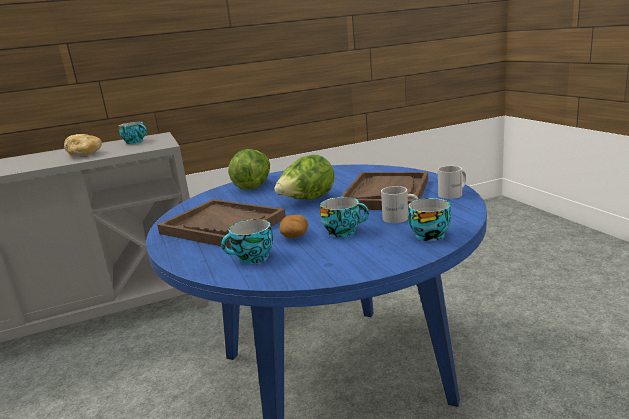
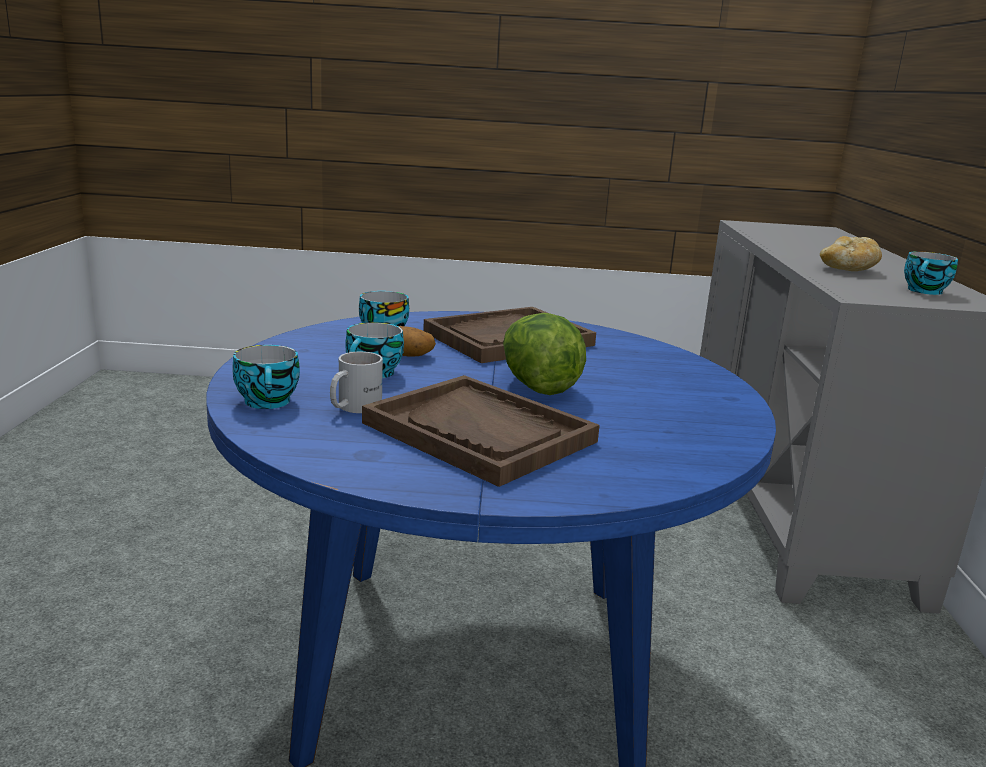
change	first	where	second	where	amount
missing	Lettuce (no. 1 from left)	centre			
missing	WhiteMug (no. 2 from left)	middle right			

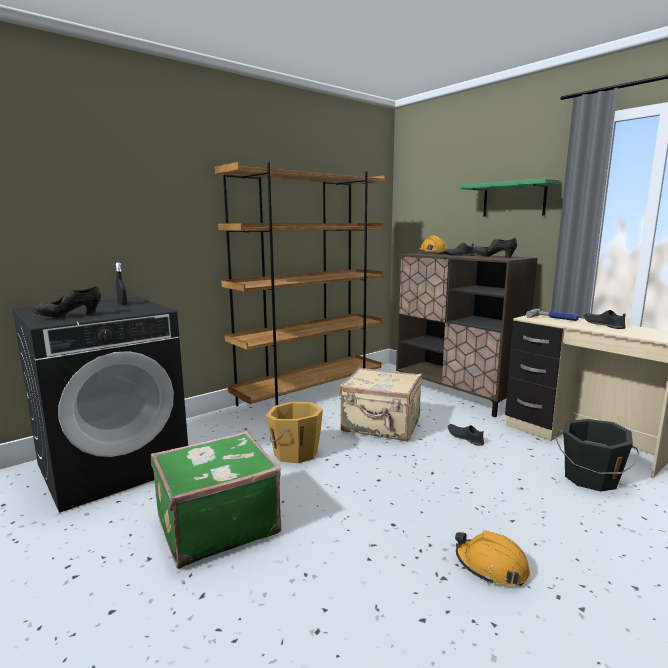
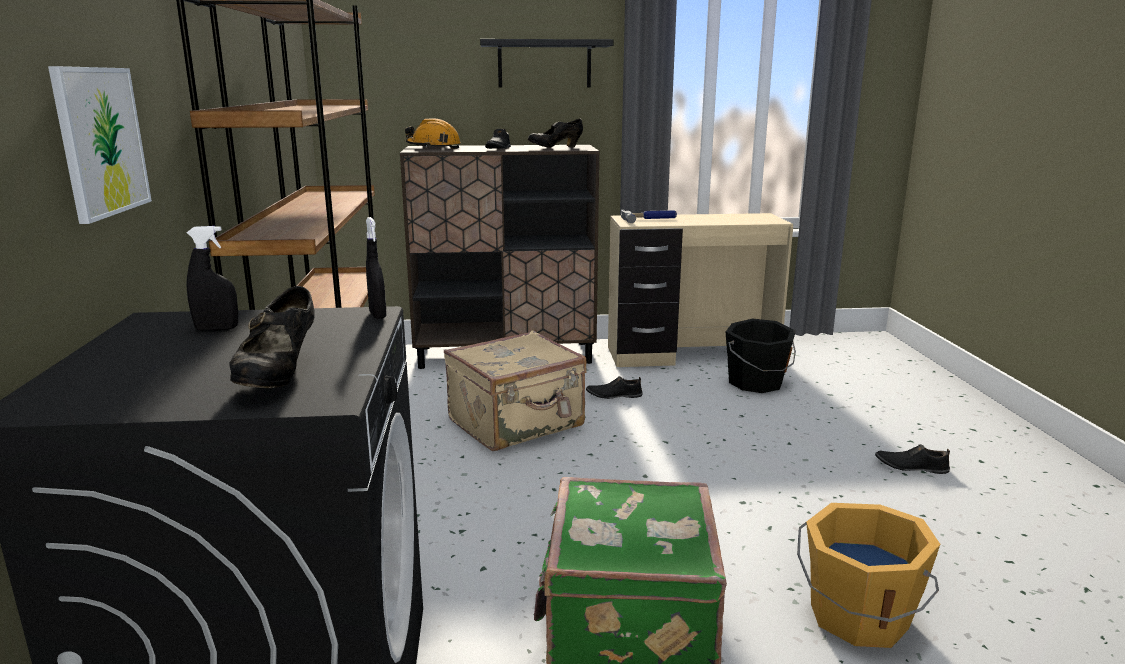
change	first	where	second	where	amount
appeared			Picture	top left	
appeared			BlackSprayBottle (no. 2 from left)	centre	
colour	GreenShelf	top right	BlackShelf	top centre	
relocated	OrangeBucket	centre		bottom right	
relocated	BlackShoe (no. 5 from left)	middle right		bottom right	
missing	OrangeHardHat (no. 2 from left)	bottom right			

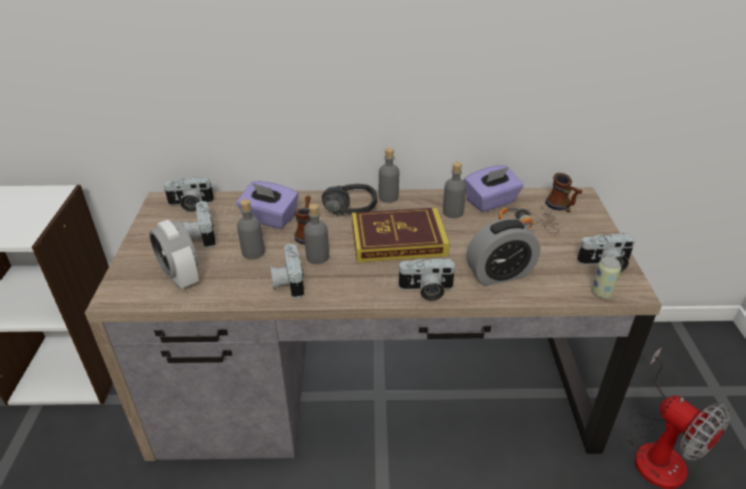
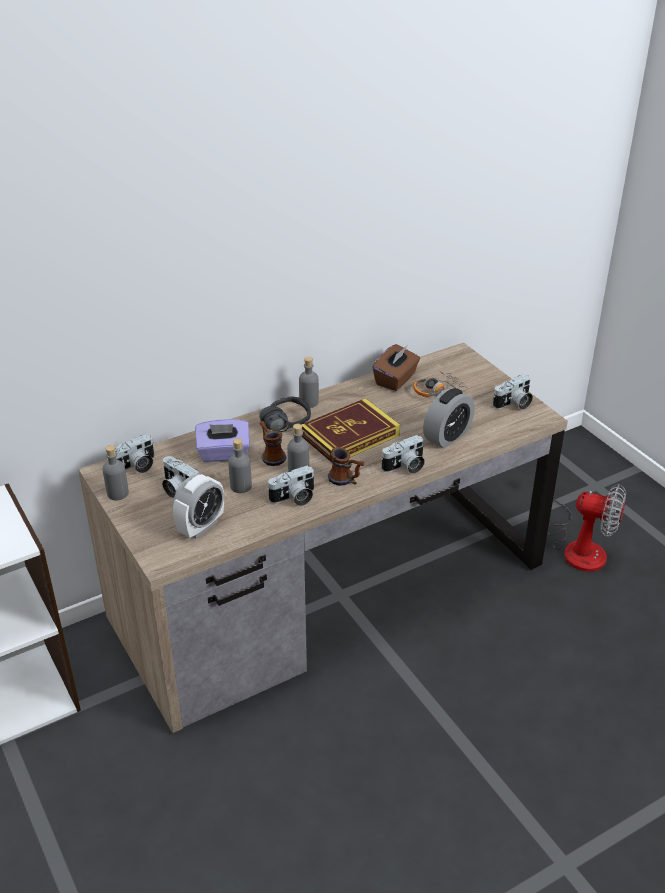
change	first	where	second	where	amount
relocated	GreyBottle (no. 4 from left in the first image)	centre	GreyBottle (no. 1 from left)	middle left	
spun	AlarmClock (no. 1 from left)	middle left		middle left	75 degrees counterclockwise
spun	PhotoCamera (no. 3 from left)	centre		centre	75 degrees counterclockwise
relocated	Mug (no. 2 from left)	middle right		centre	
colour	PurpleTissueBox (no. 2 from left)	centre	BrownTissueBox	centre	
missing	Can	middle right			

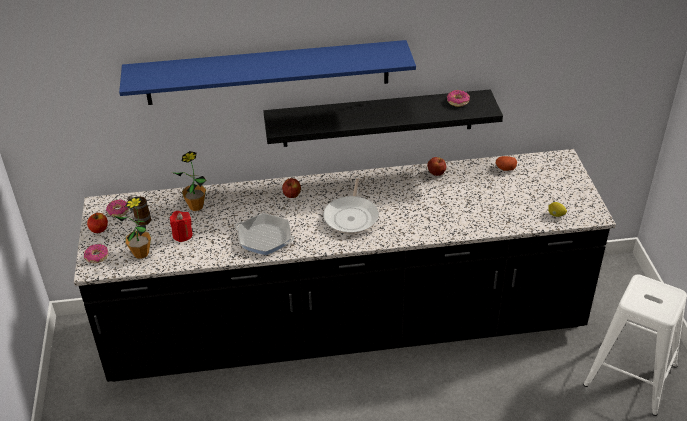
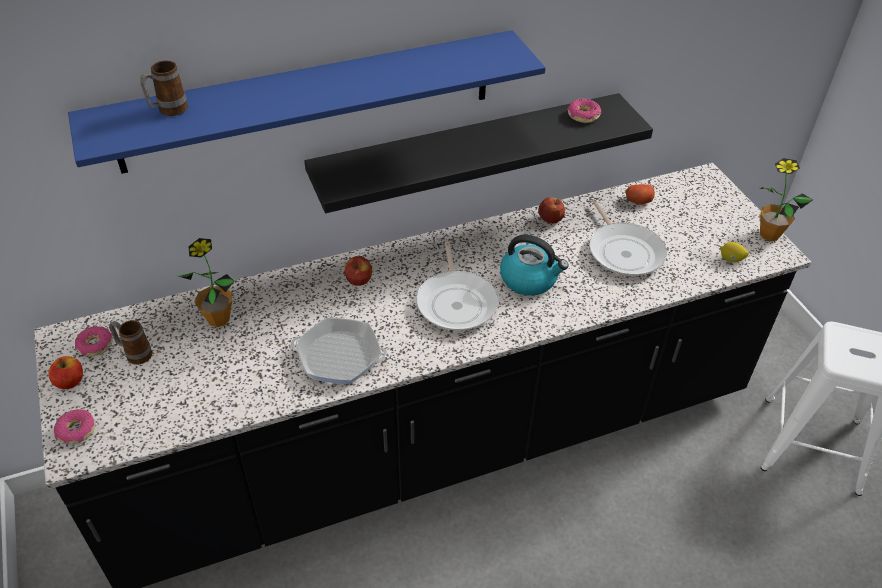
change	first	where	second	where	amount
appeared			Mug (no. 2 from left)	top left	
appeared			Kettle	centre	
appeared			FryingPan (no. 3 from left)	middle right	
relocated	PottedPlant (no. 1 from left in the first image)	middle left	PottedPlant (no. 2 from left)	middle right	
missing	RedCandle	middle left			

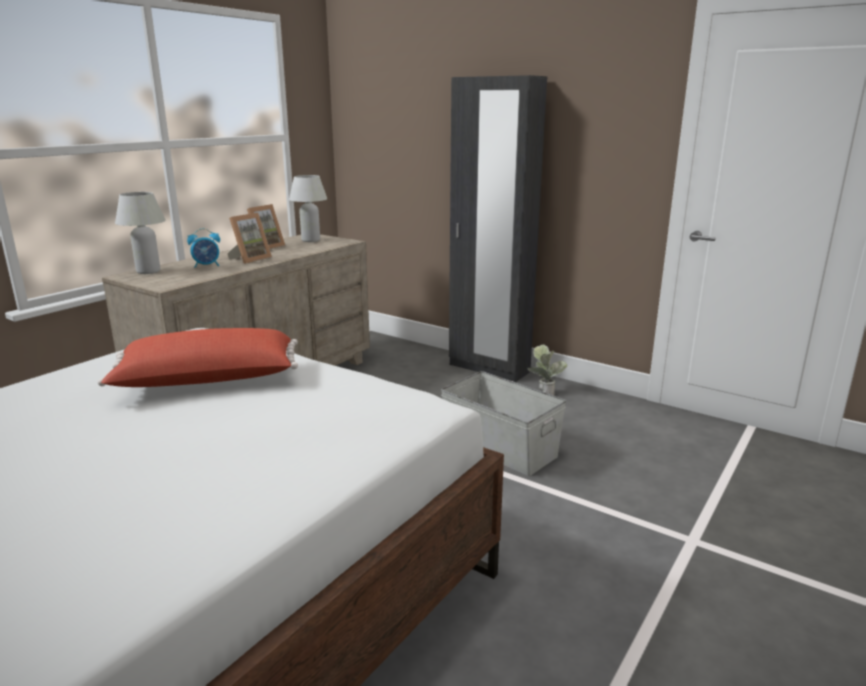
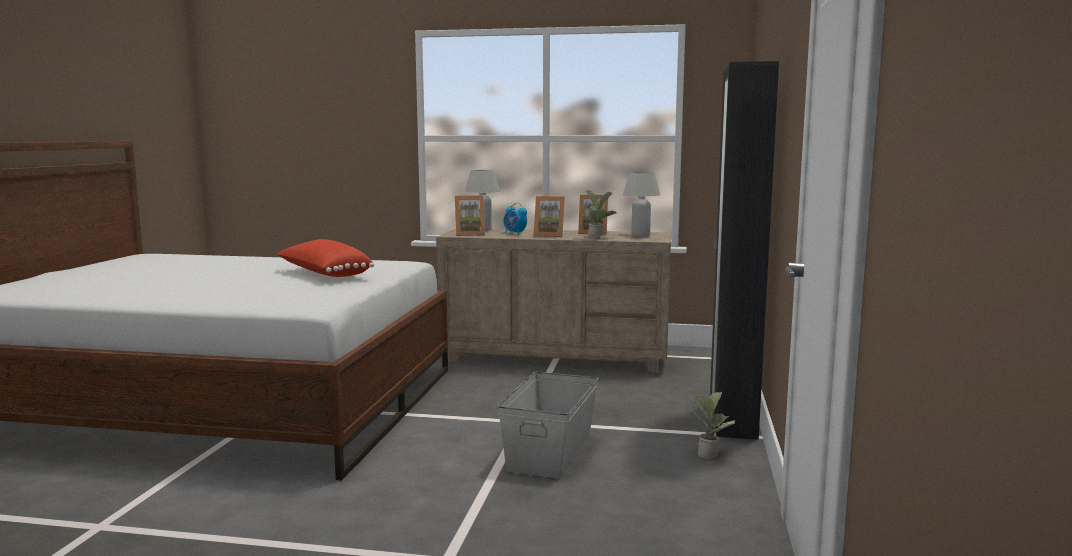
change	first	where	second	where	amount
appeared			PictureFrame (no. 1 from left)	centre	
appeared			PottedPlant (no. 1 from left)	centre	

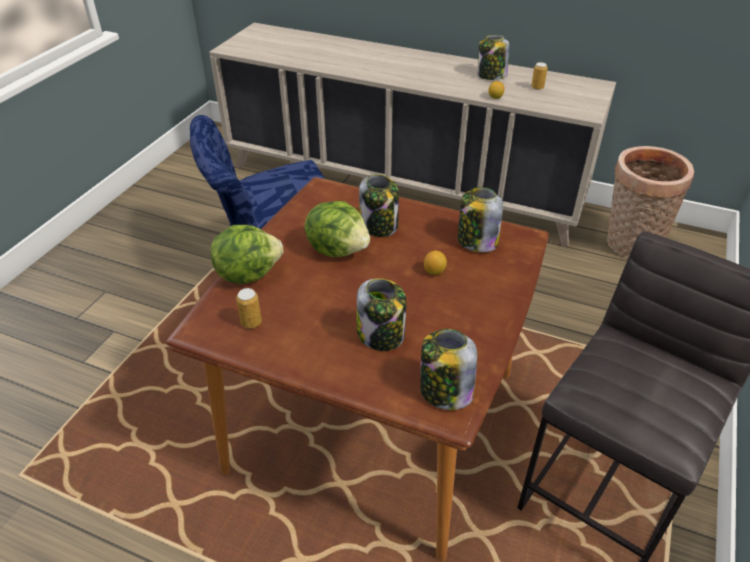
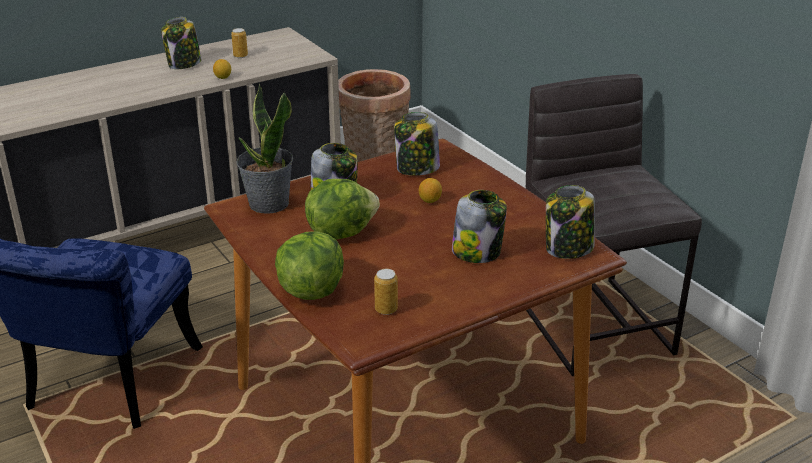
change	first	where	second	where	amount
appeared			PottedPlant	top left	

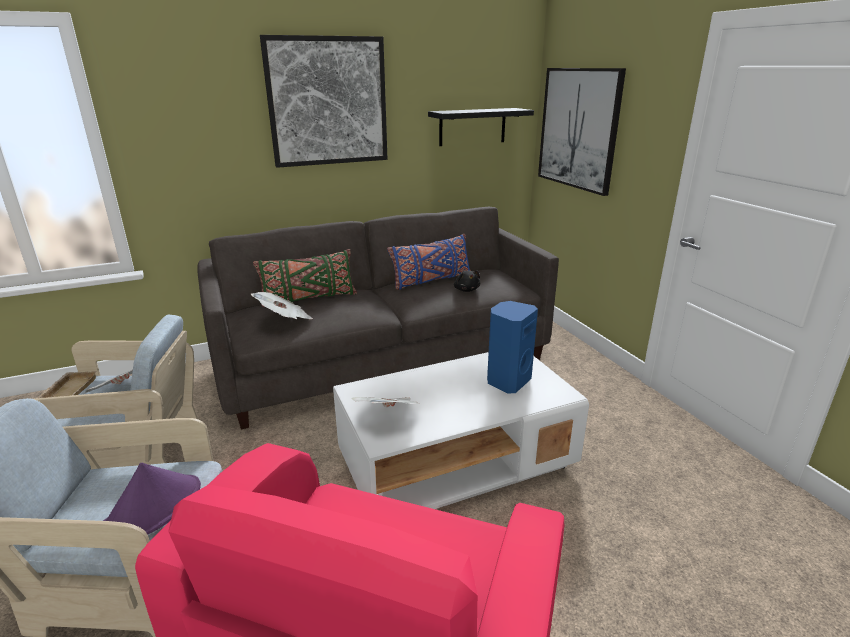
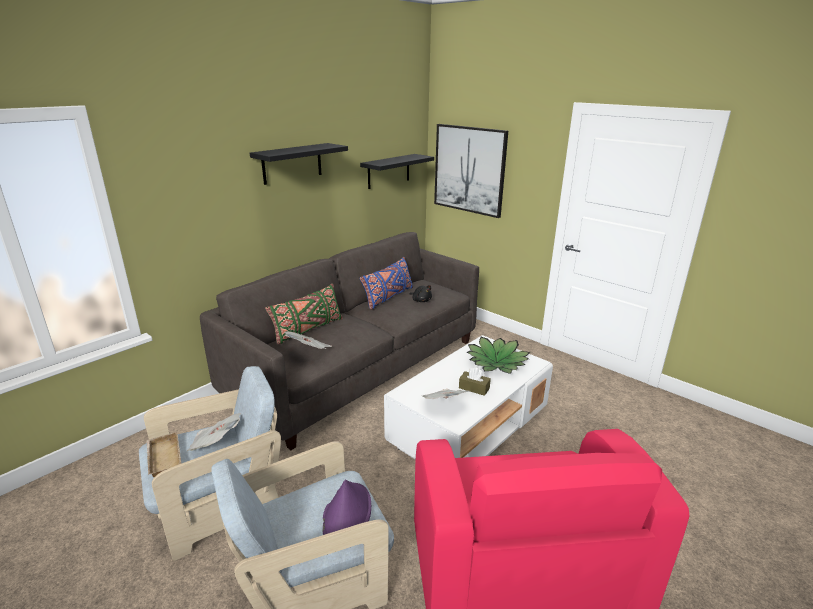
change	first	where	second	where	amount
exchanged	Picture (no. 1 from left)	top centre	BlackShelf (no. 1 from left)	top centre	
appeared			BrownTissueBox	centre	
exchanged	BlueSpeaker	centre	PottedPlant	centre	

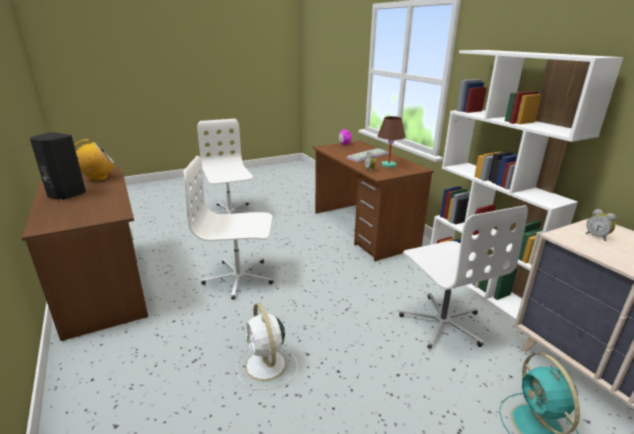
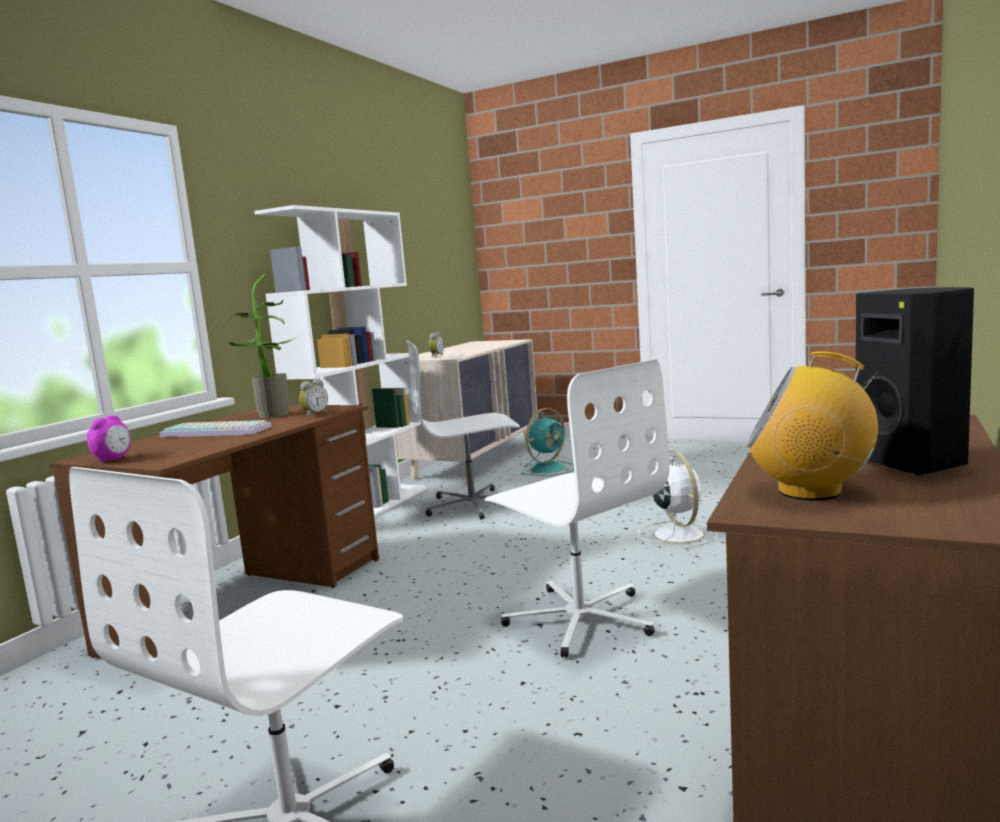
change	first	where	second	where	amount
exchanged	BrownTableLamp	top centre	PottedPlant	middle left	
spun	WhiteOfficeChair (no. 3 from left in the first image)	middle right	WhiteOfficeChair (no. 2 from left)	centre	135 degrees counterclockwise
spun	WhiteFan	bottom centre		middle right	45 degrees counterclockwise

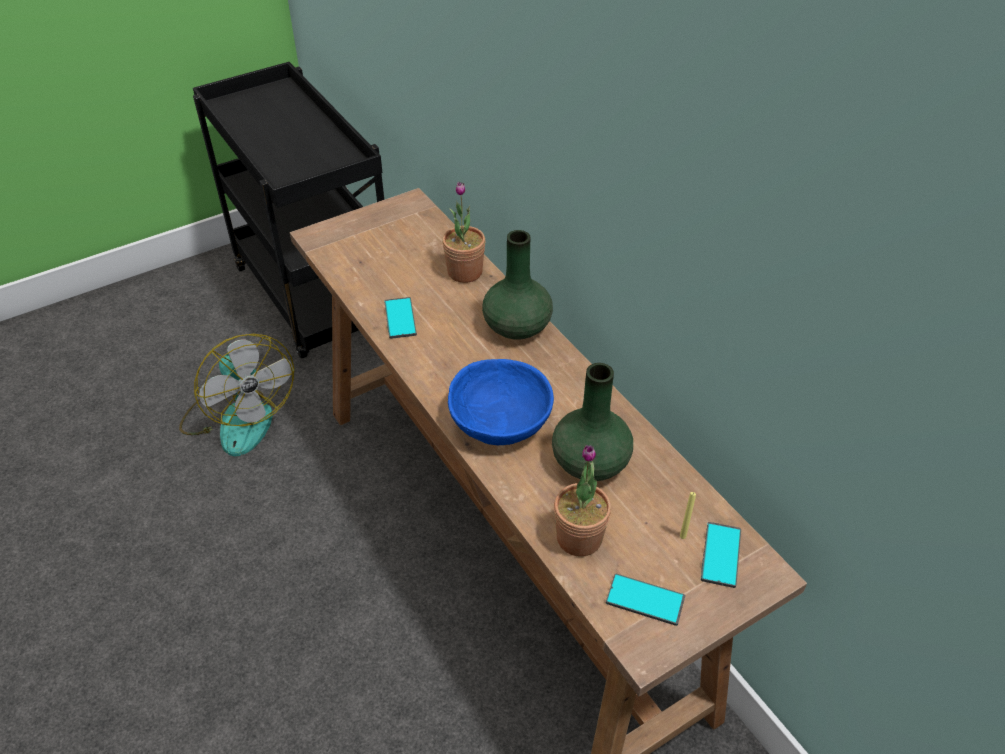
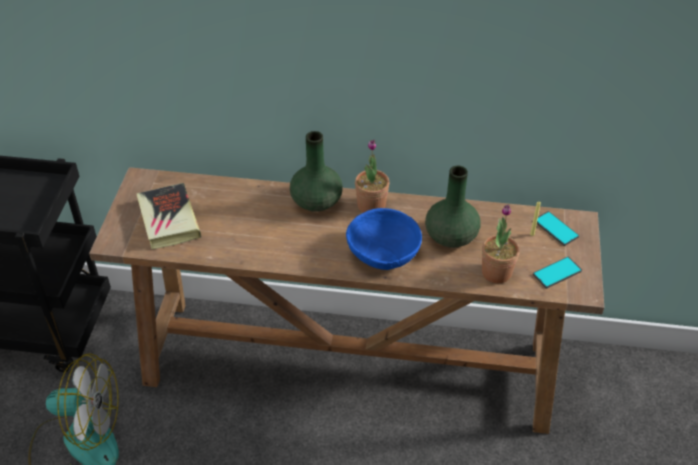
change	first	where	second	where	amount
appeared			Book	middle left	
relocated	PottedPlant (no. 1 from left)	top centre		centre	
missing	Phone (no. 1 from left)	centre			

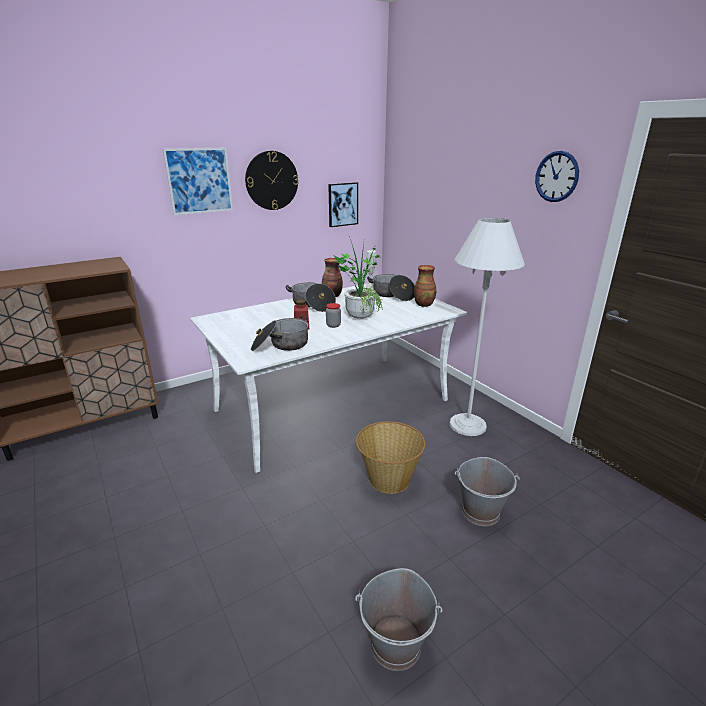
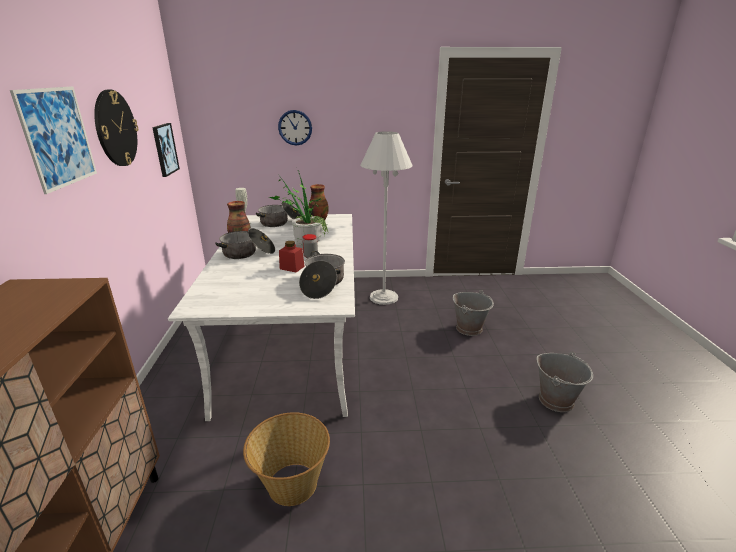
change	first	where	second	where	amount
relocated	Basket	centre		bottom centre	
relocated	WallClock (no. 2 from left)	top right		top centre	

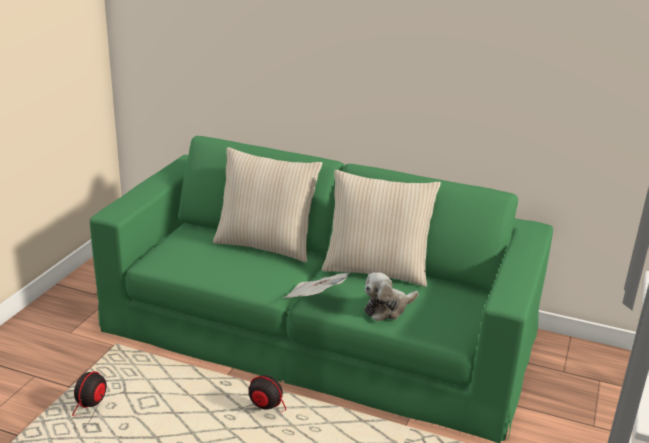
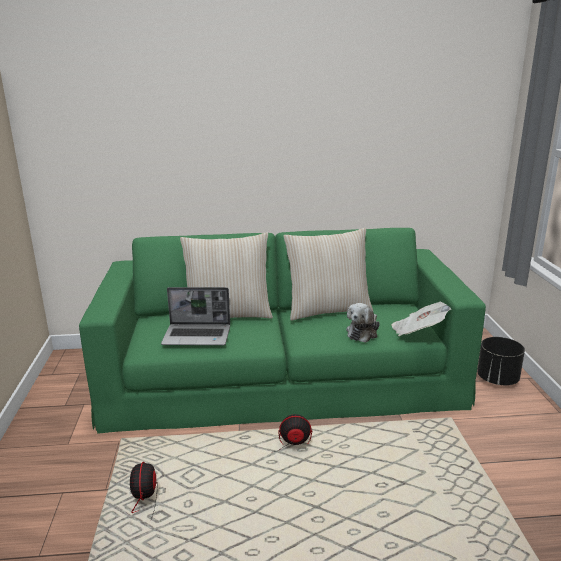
change	first	where	second	where	amount
appeared			Laptop	centre	
relocated	Newspaper	centre		middle right	
appeared			BlackPlanter	middle right	

